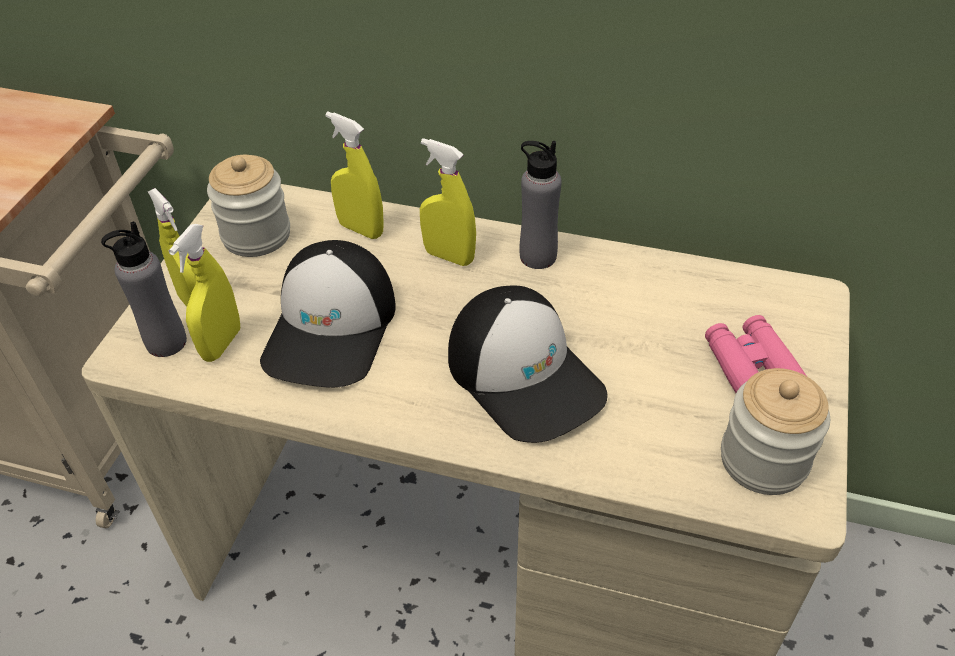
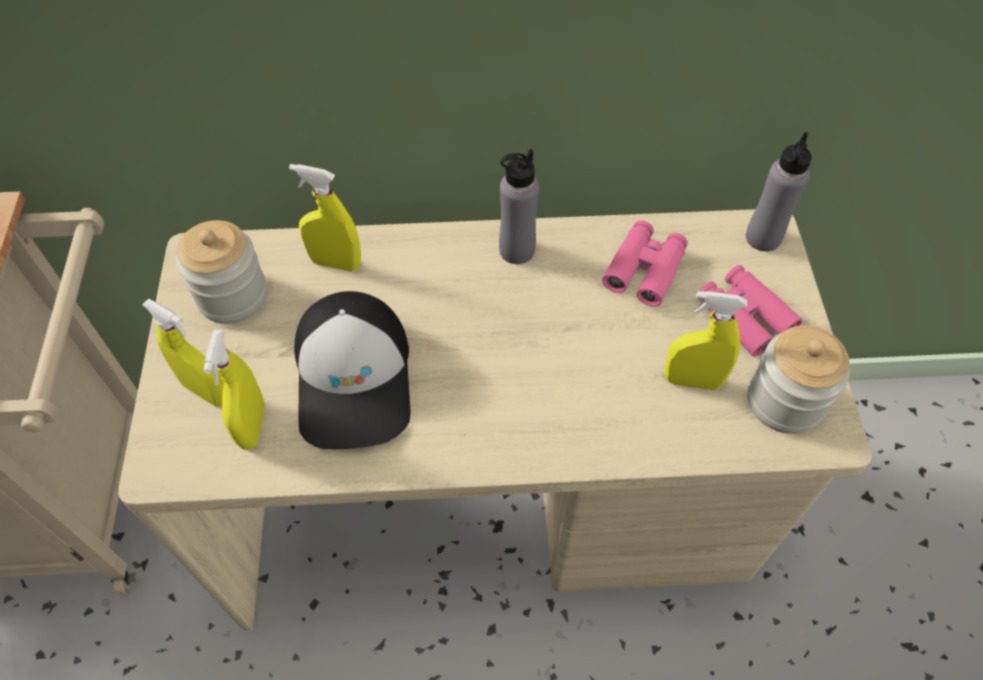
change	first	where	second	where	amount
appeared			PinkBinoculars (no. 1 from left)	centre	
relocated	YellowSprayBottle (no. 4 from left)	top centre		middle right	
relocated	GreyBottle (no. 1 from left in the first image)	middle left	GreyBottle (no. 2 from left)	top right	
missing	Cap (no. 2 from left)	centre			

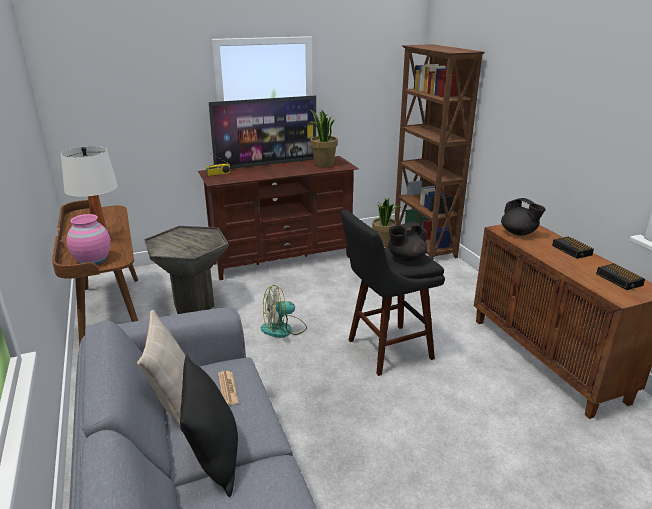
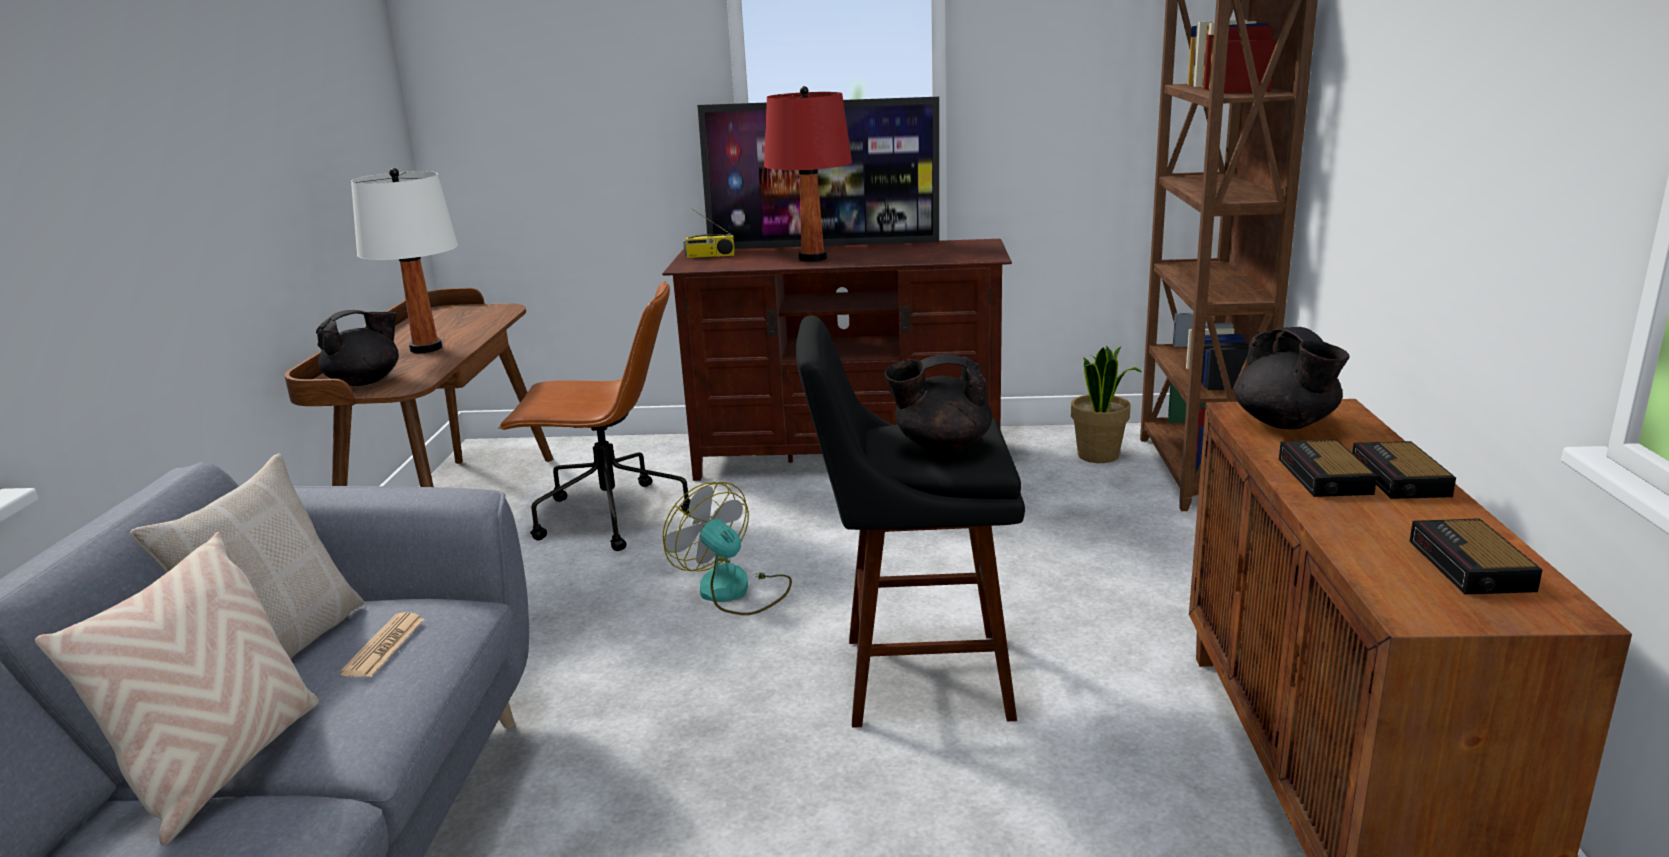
change	first	where	second	where	amount
colour	BlackPillow	bottom left	BeigePillow (no. 1 from left)	bottom left	
exchanged	PinkVase	middle left	BlackTeapot (no. 1 from left)	middle left	
exchanged	GreySideTable	middle left	BrownOfficeChair	centre	
spun	Fan	centre		centre	45 degrees clockwise
appeared			RedTableLamp	top centre	
appeared			AlarmClock (no. 1 from left)	middle right	
missing	PottedPlant (no. 1 from left)	top centre			

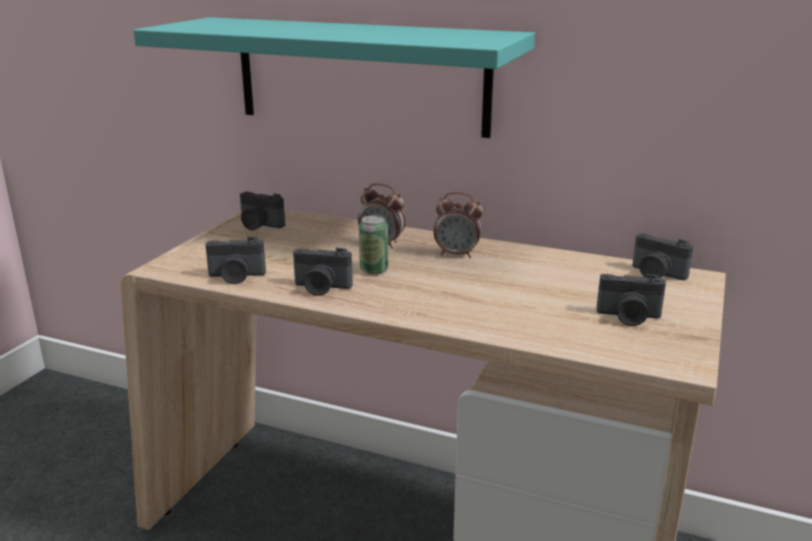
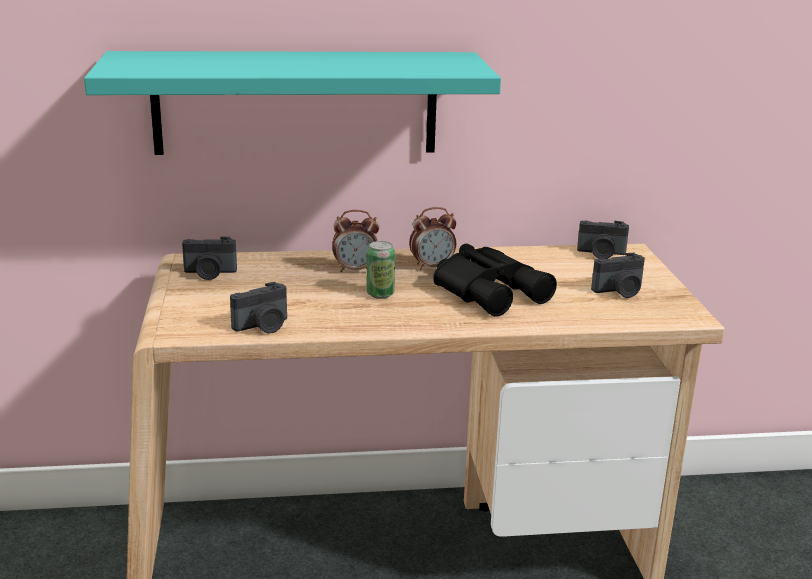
change	first	where	second	where	amount
appeared			BlackBinoculars	centre	
missing	PhotoCamera (no. 3 from left)	centre			

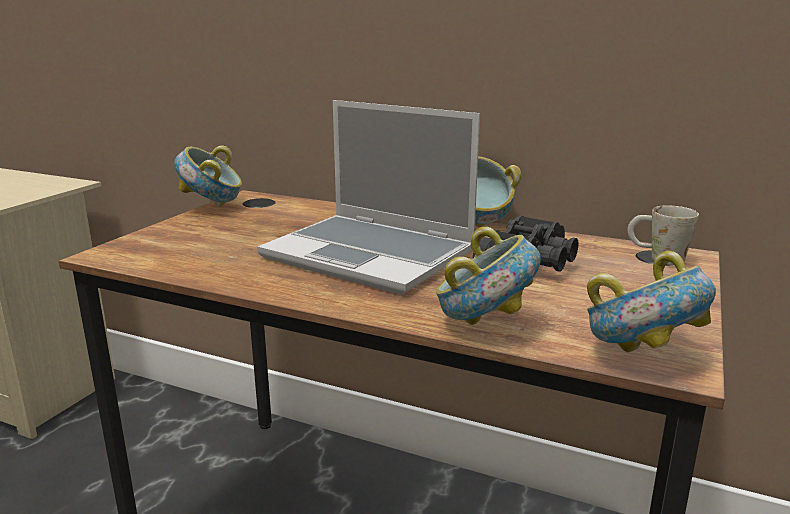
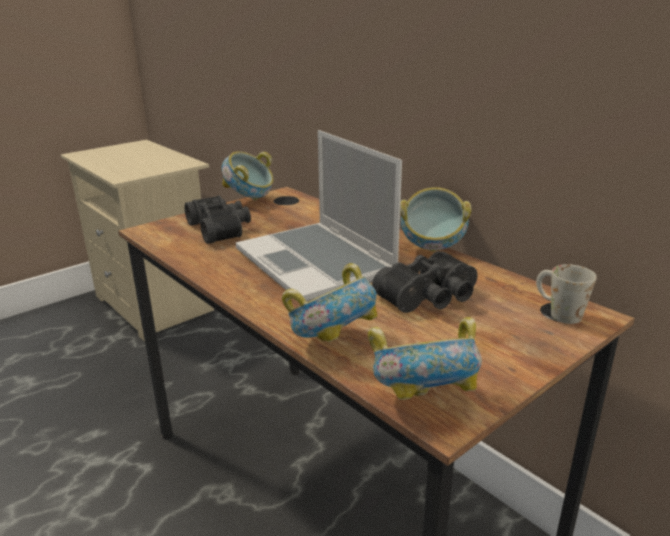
change	first	where	second	where	amount
appeared			BlackBinoculars (no. 1 from left)	middle left	

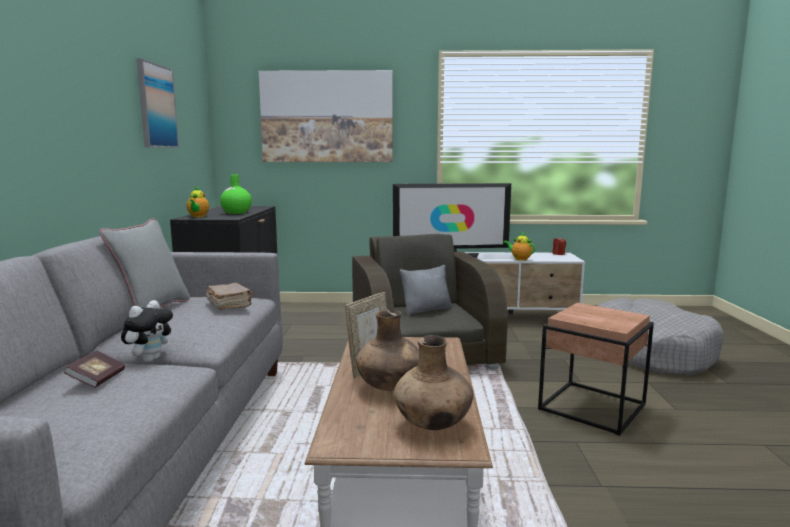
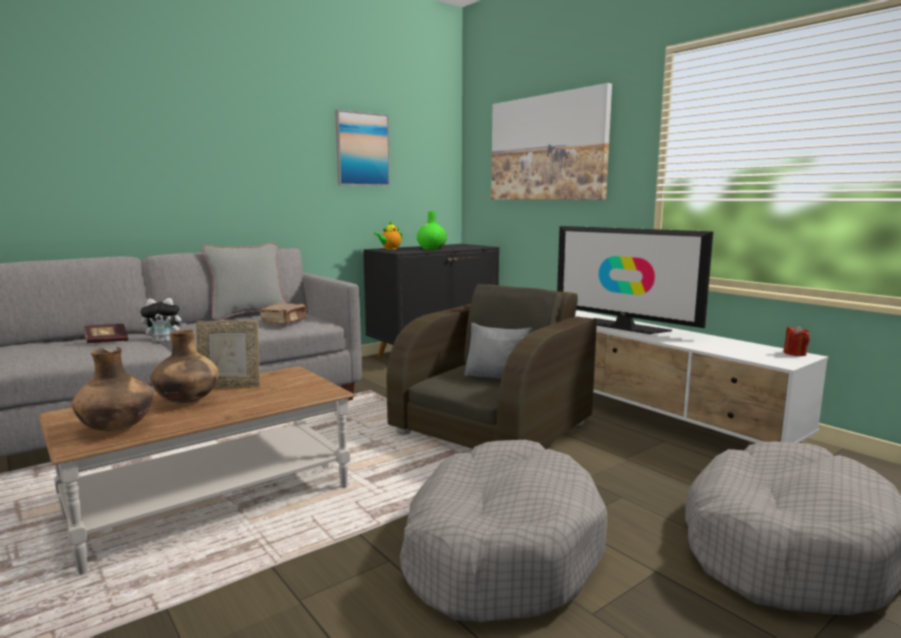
change	first	where	second	where	amount
exchanged	BrownSideTable	bottom right	GreyDogBed (no. 1 from left)	bottom centre	
missing	Teapot (no. 2 from left)	centre			

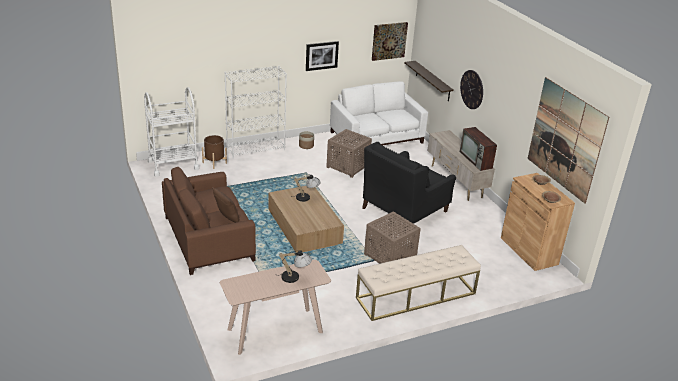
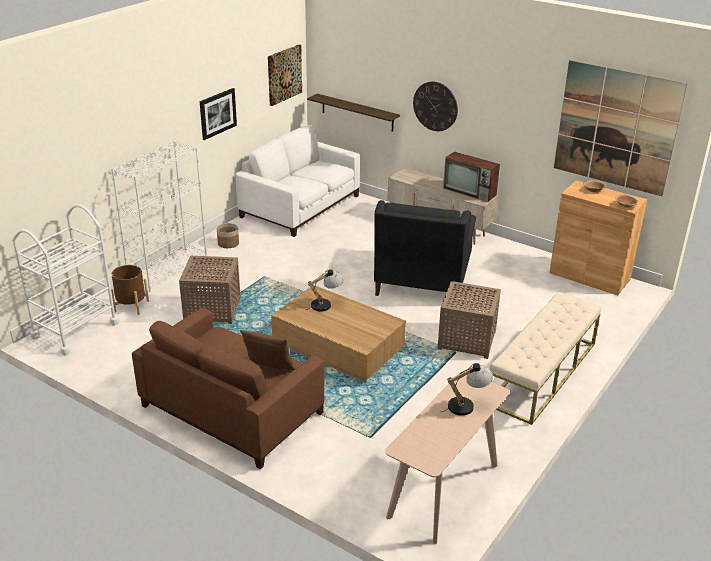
change	first	where	second	where	amount
relocated	BrownSideTable (no. 1 from left)	centre		middle left	

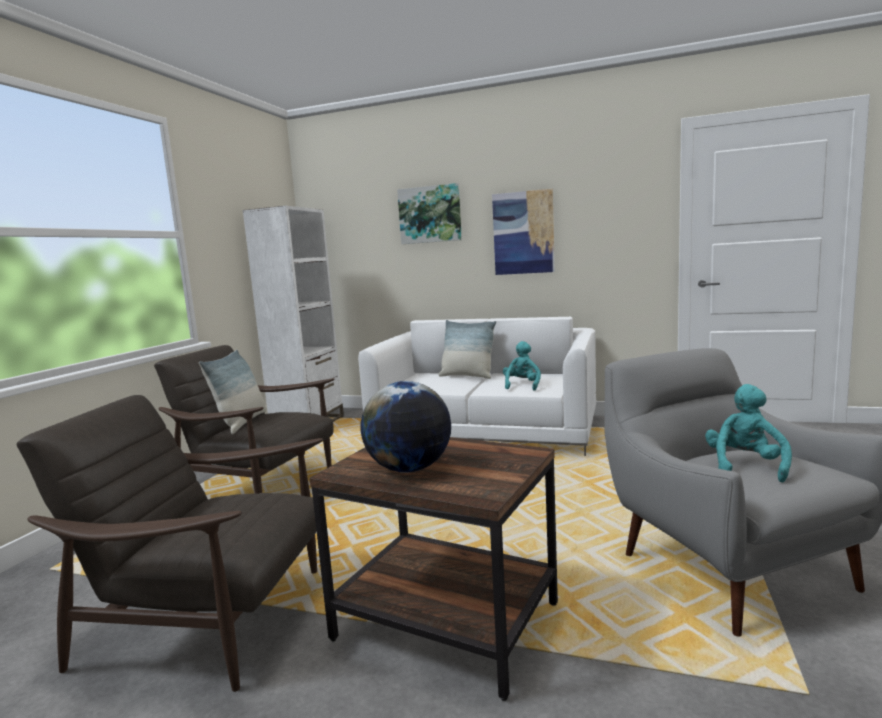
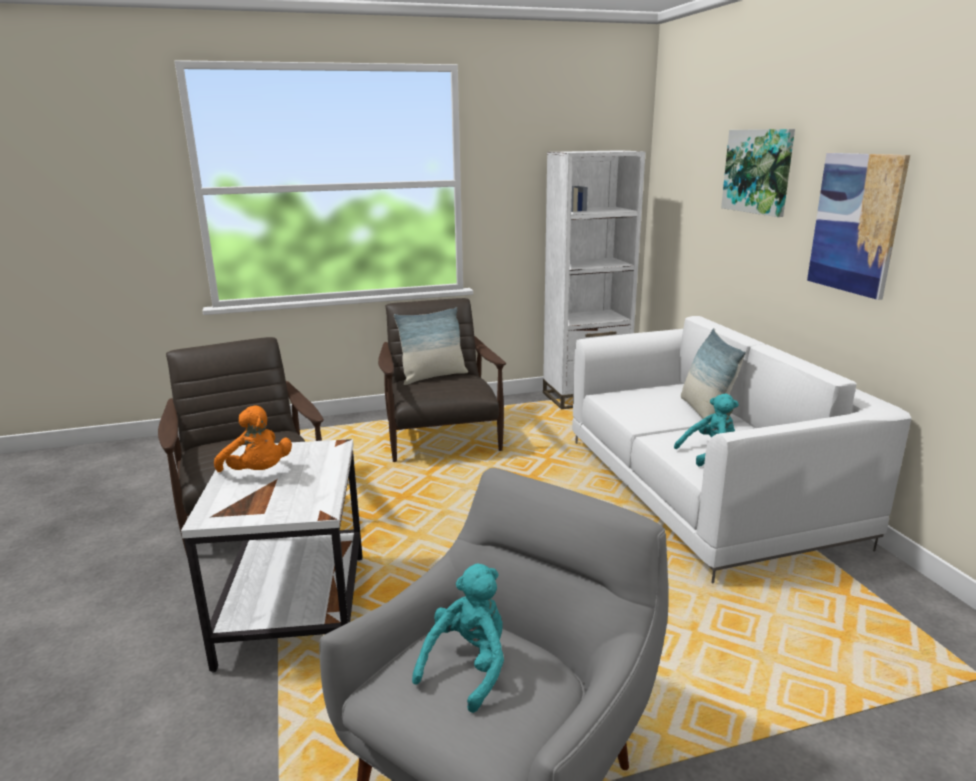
change	first	where	second	where	amount
colour	BrownSideTable	bottom centre	WhiteSideTable	bottom left	
exchanged	Globe	centre	OrangePlushToy	middle left	
spun	TurquoisePlushToy (no. 2 from left in the first image)	middle right	TurquoisePlushToy (no. 1 from left)	bottom centre	45 degrees counterclockwise

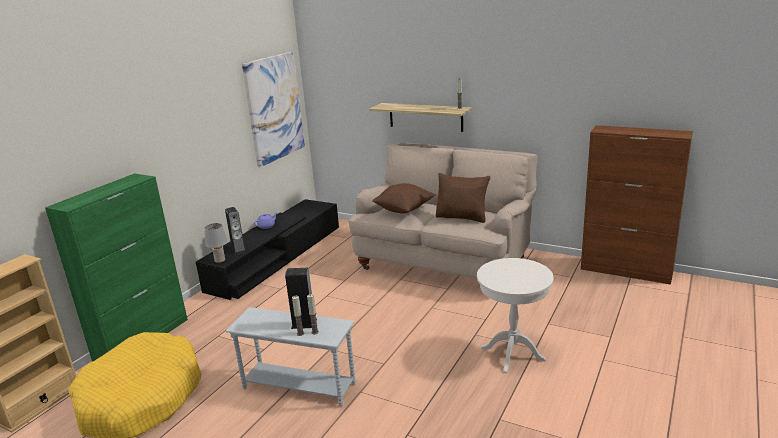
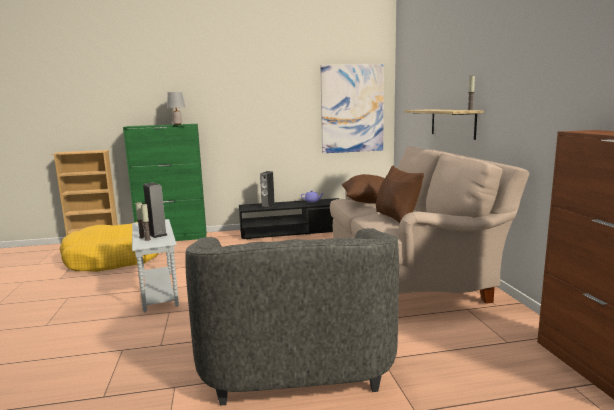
change	first	where	second	where	amount
relocated	GreyTableLamp	middle left		top left	
exchanged	WhiteSideTable (no. 2 from left)	bottom centre	GreyArmchair	bottom centre	

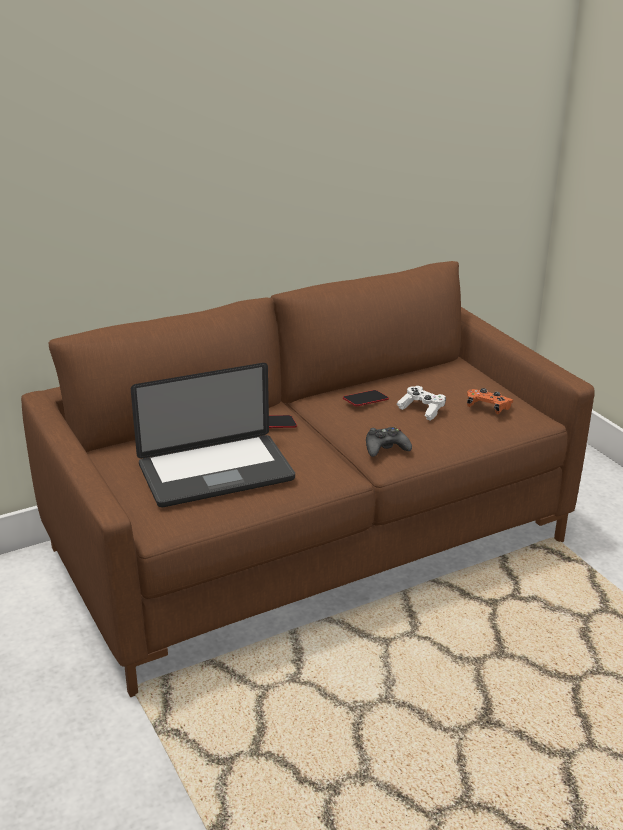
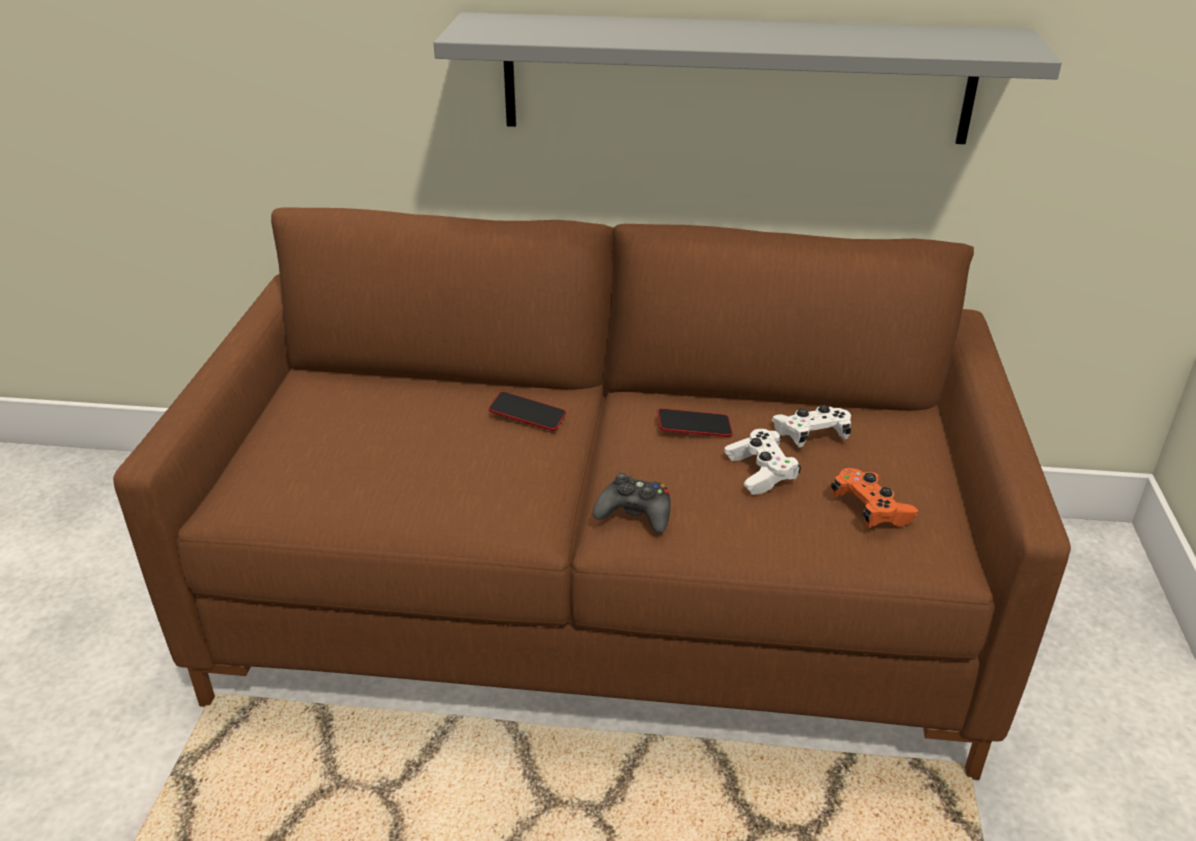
change	first	where	second	where	amount
appeared			GreyShelf	top centre	
appeared			WhiteGameController (no. 2 from left)	middle right	
missing	Laptop	centre			

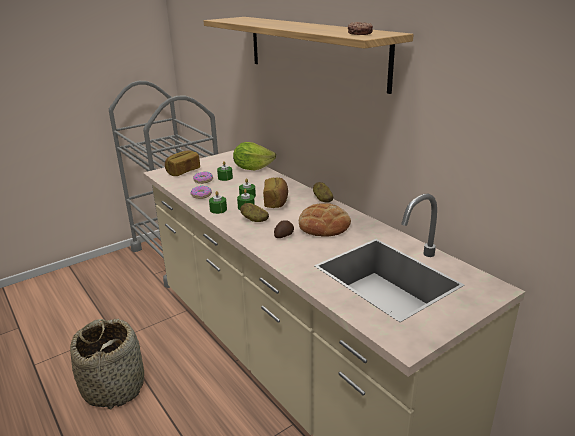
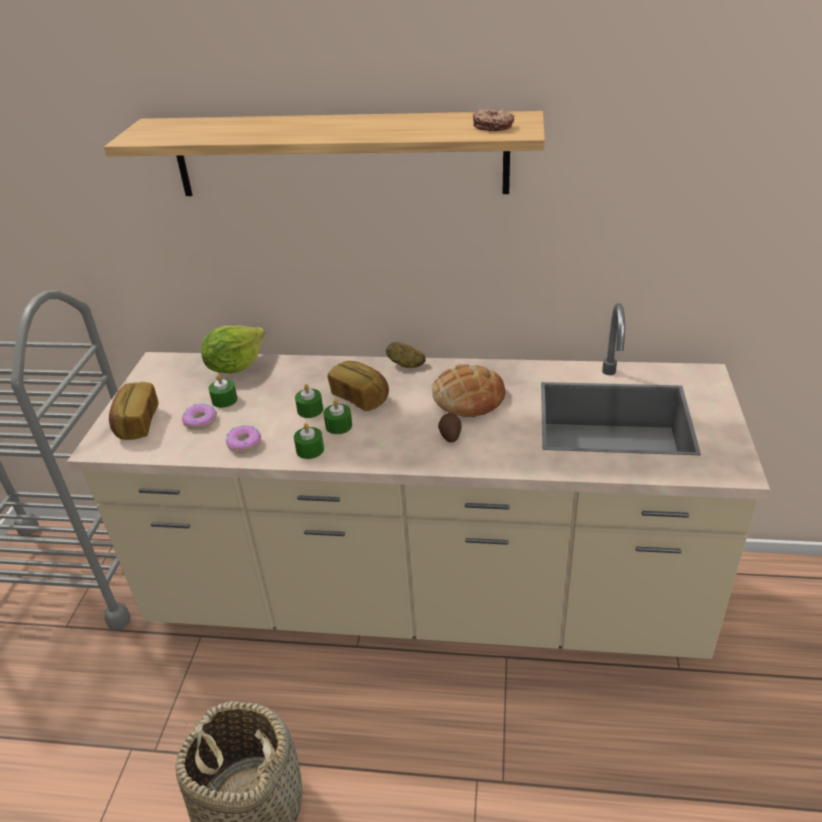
change	first	where	second	where	amount
missing	Potato (no. 1 from left)	centre			

